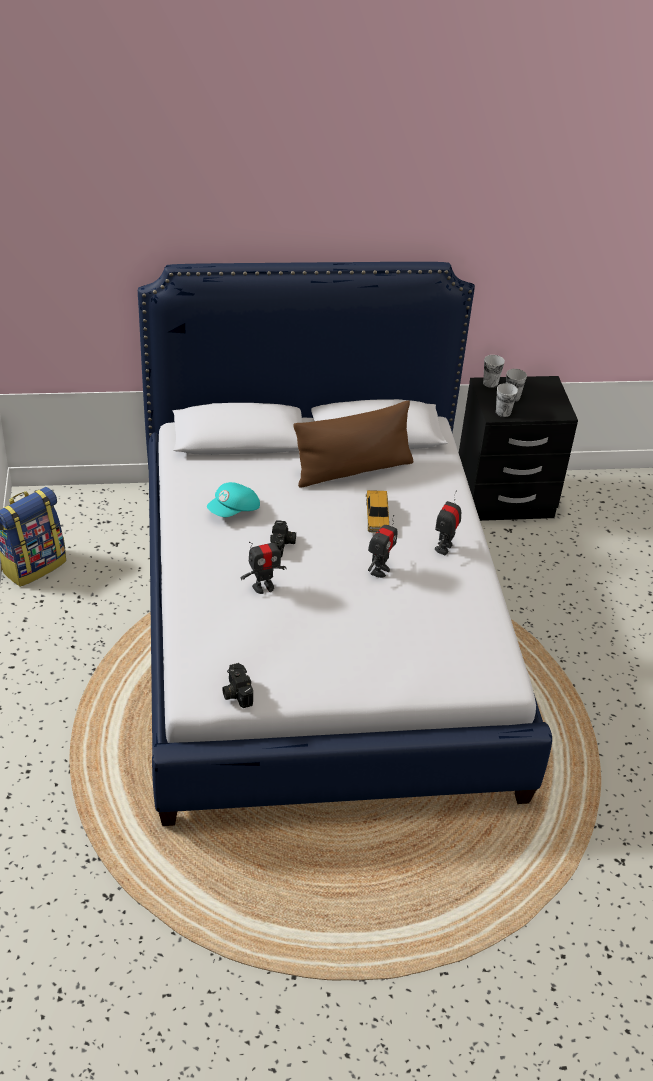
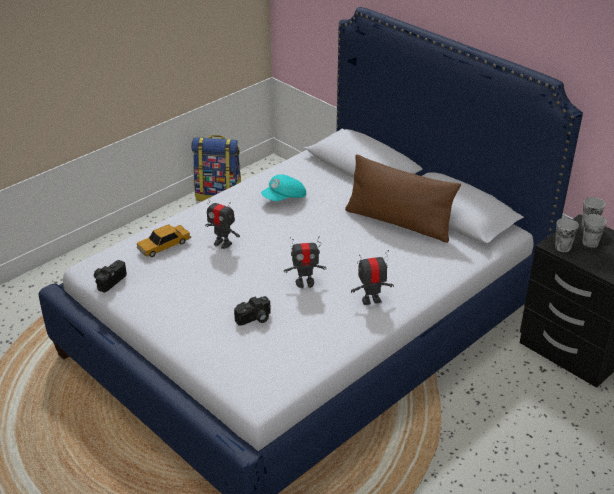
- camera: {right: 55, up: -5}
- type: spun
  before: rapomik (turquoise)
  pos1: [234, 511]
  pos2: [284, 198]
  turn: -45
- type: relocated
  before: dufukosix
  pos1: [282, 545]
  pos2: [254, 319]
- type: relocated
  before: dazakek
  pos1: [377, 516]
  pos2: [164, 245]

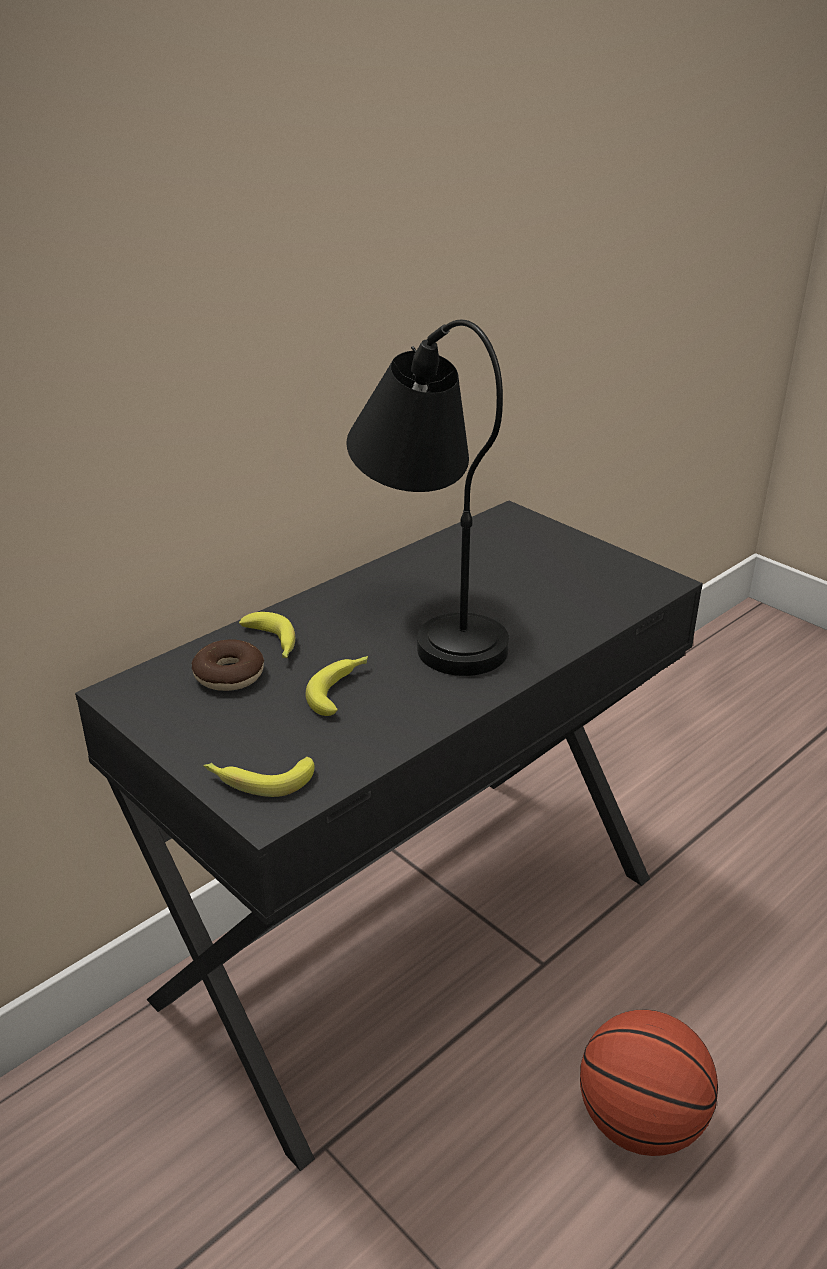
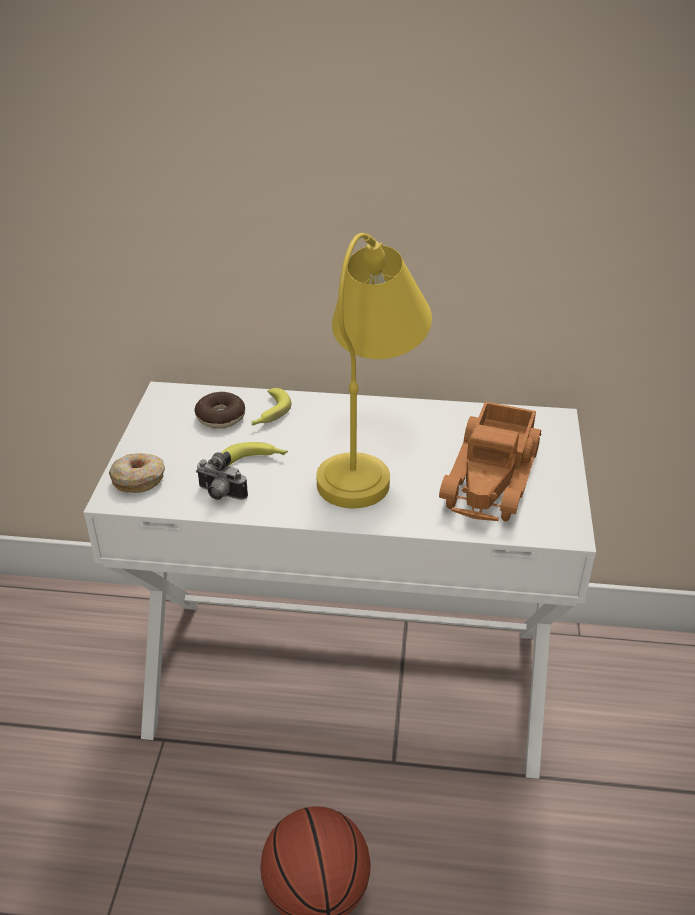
- camera: {right: 50, up: 5}
- type: colour
  before: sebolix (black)
  after: sebolix (white)
  pos1: [411, 933]
  pos2: [348, 678]
- type: exchanged
  before: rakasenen
  after: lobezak
  pos1: [258, 780]
  pos2: [138, 479]
- type: colour
  before: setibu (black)
  after: setibu (yellow)
  pos1: [430, 620]
  pos2: [370, 455]
- type: appeared
  after: dufukosix
  pos2: [220, 495]
- type: appeared
  after: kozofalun
  pos2: [494, 476]

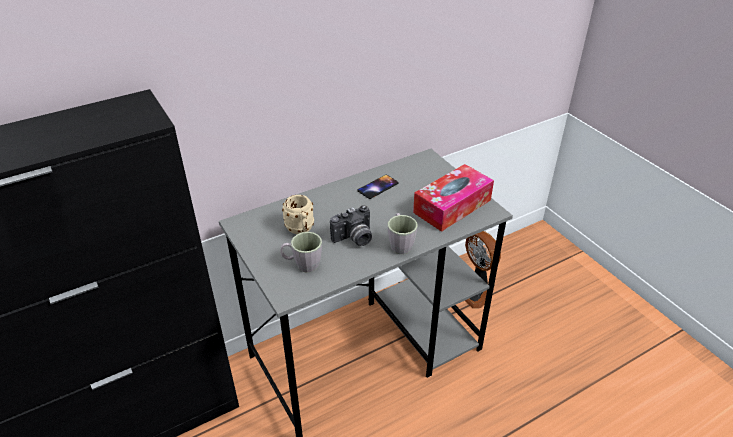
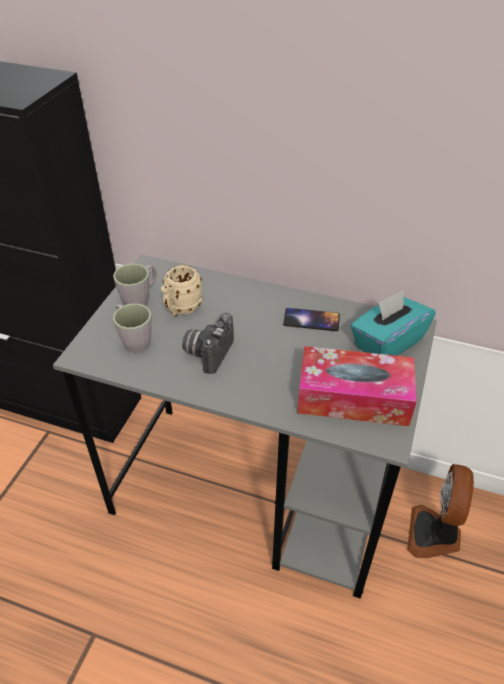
- camera: {right: 50, up: 5}
- type: spun
  before: dufukosix
  pos1: [354, 239]
  pos2: [208, 352]
  turn: 90
- type: relocated
  before: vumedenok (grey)
  pos1: [400, 243]
  pos2: [140, 298]
- type: appeared
  after: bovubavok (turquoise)
  pos2: [387, 343]

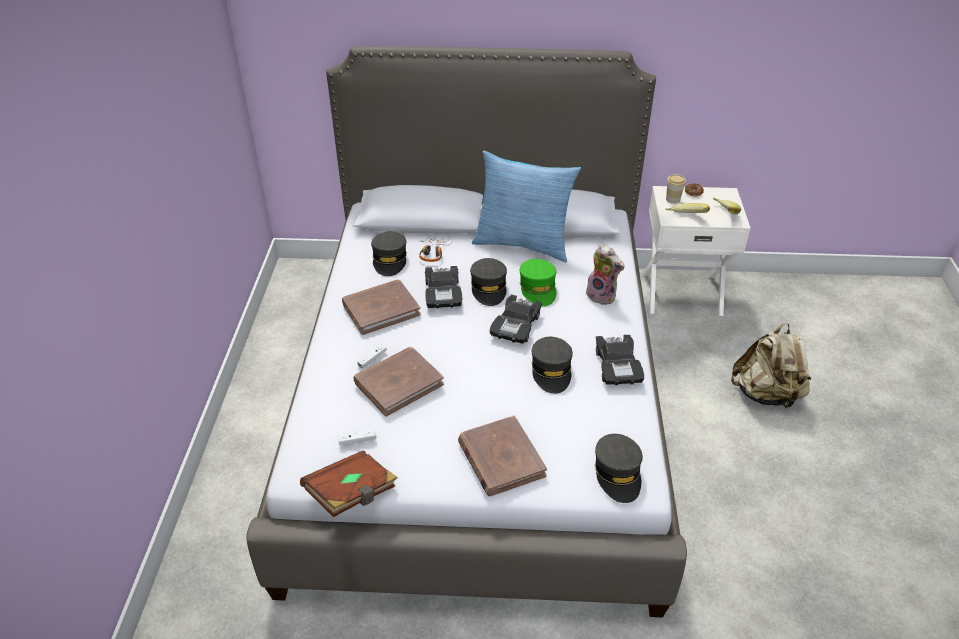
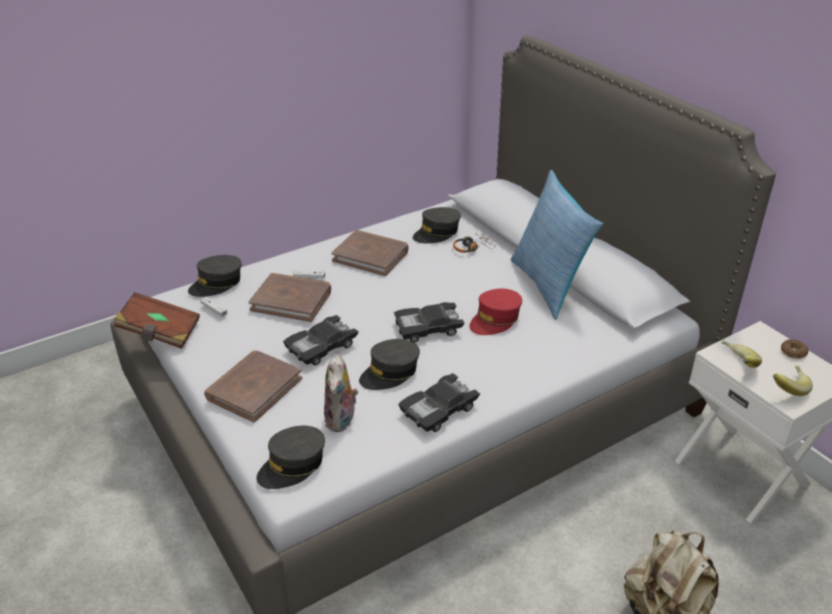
- camera: {right: 55, up: -5}
- type: relocated
  before: dazakek (black)
  pos1: [443, 293]
  pos2: [322, 347]
- type: relocated
  before: rapomik (grey)
  pos1: [489, 288]
  pos2: [217, 283]
- type: colour
  before: rapomik (green)
  after: rapomik (red)
  pos1: [538, 288]
  pos2: [495, 320]
- type: relocated
  before: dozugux
  pos1: [602, 296]
  pos2: [342, 420]
- type: missing
  before: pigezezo
  pos1: [673, 199]

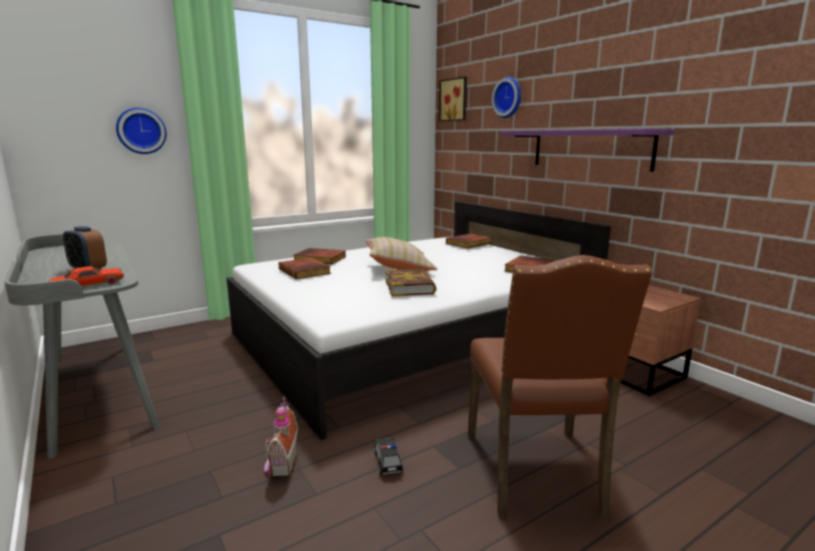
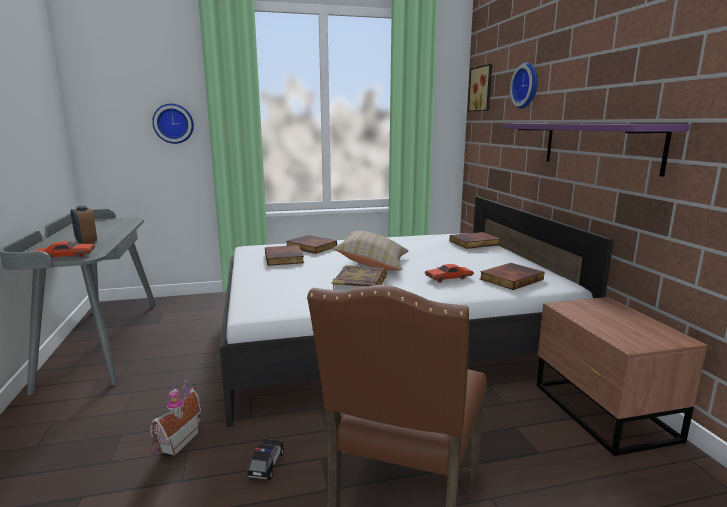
- camera: {right: 20, up: 0}
- type: appeared
  after: dazakek (red)
  pos2: [449, 278]

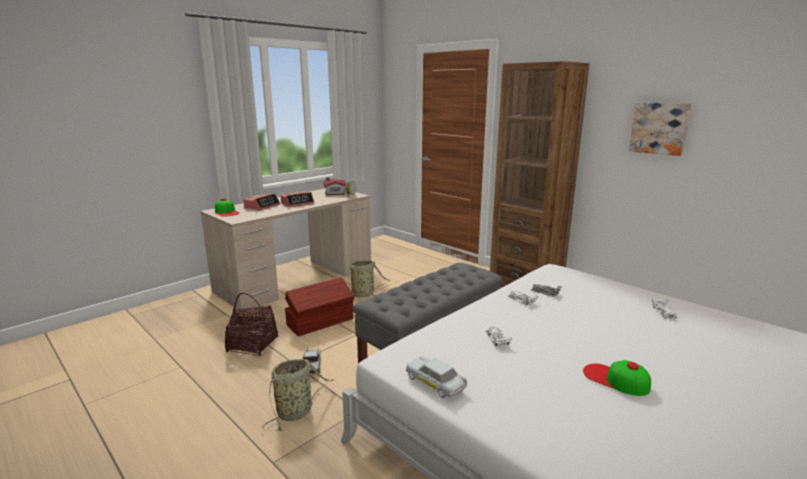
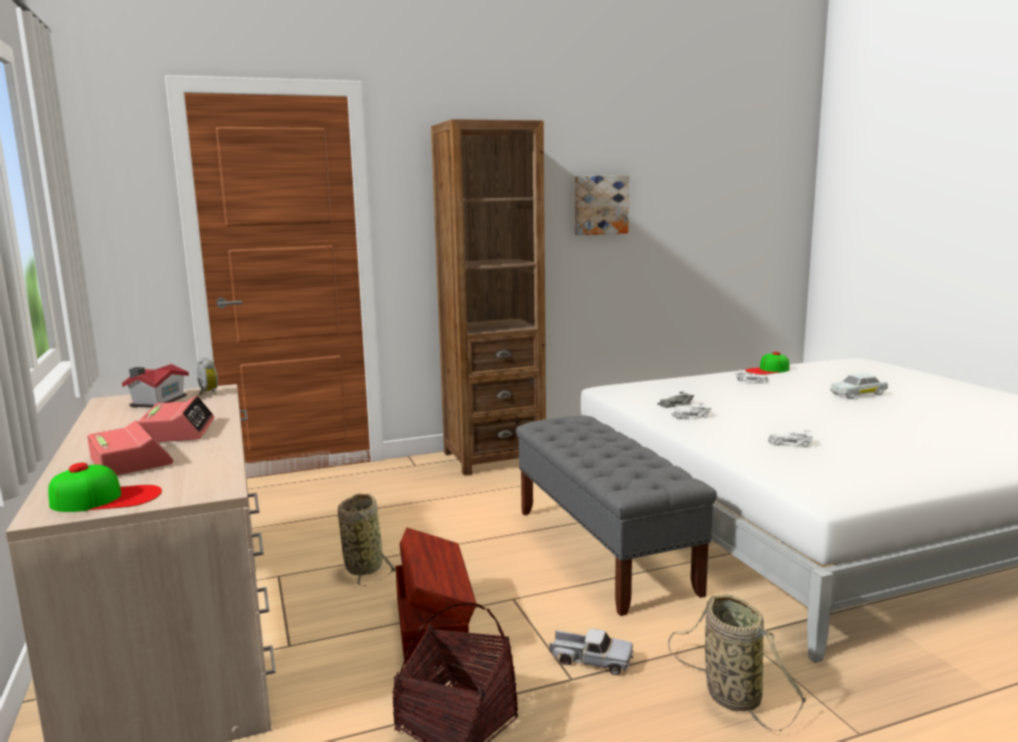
- camera: {right: -65, up: -5}
- type: relocated
  before: dazakek (white)
  pos1: [435, 383]
  pos2: [858, 394]
- type: relocated
  before: rapomik
  pos1: [615, 379]
  pos2: [767, 370]

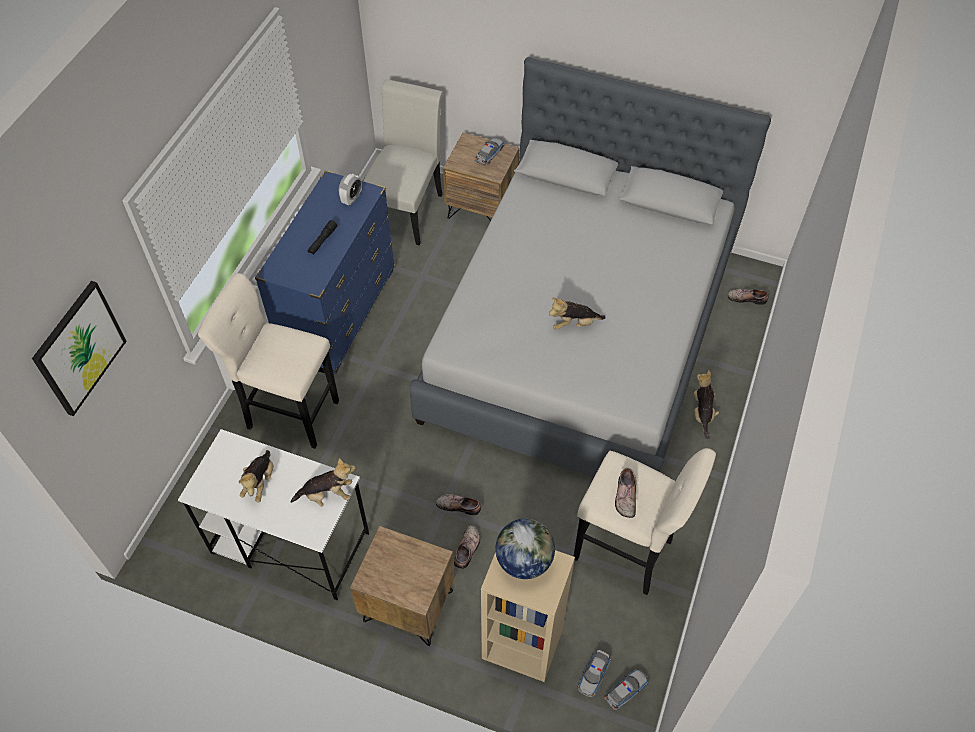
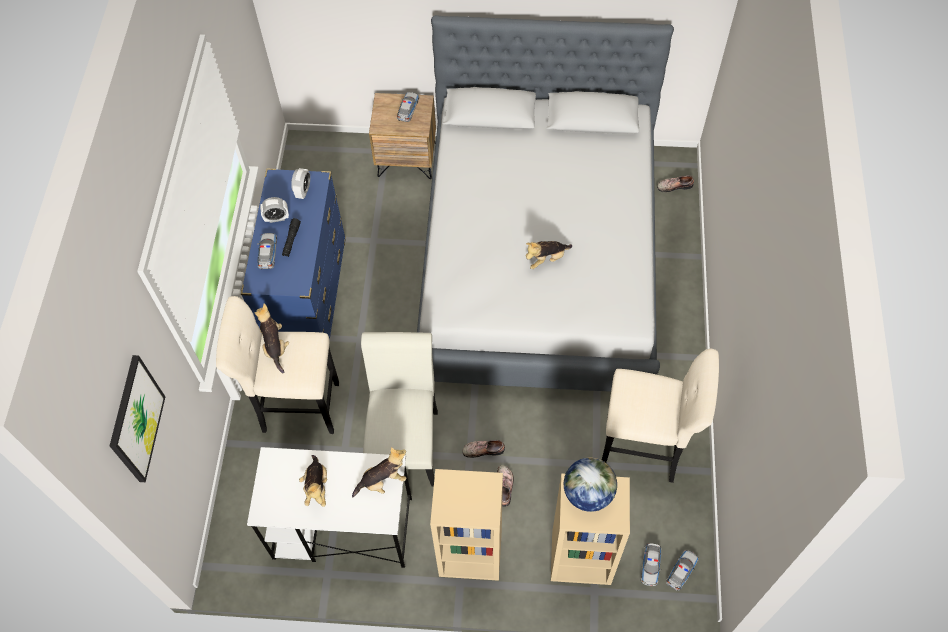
- camera: {right: -15, up: 5}
- type: exchanged
  before: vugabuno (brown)
  after: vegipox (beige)
  pos1: [407, 606]
  pos2: [469, 554]
- type: relocated
  before: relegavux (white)
  pos1: [407, 208]
  pos2: [405, 440]
- type: missing
  before: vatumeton
  pos1: [624, 496]
- type: relocated
  before: dozugux
  pos1: [702, 413]
  pos2: [275, 346]
- type: appeared
  after: dazakek
  pos2: [268, 253]
- type: appeared
  after: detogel
  pos2: [276, 218]

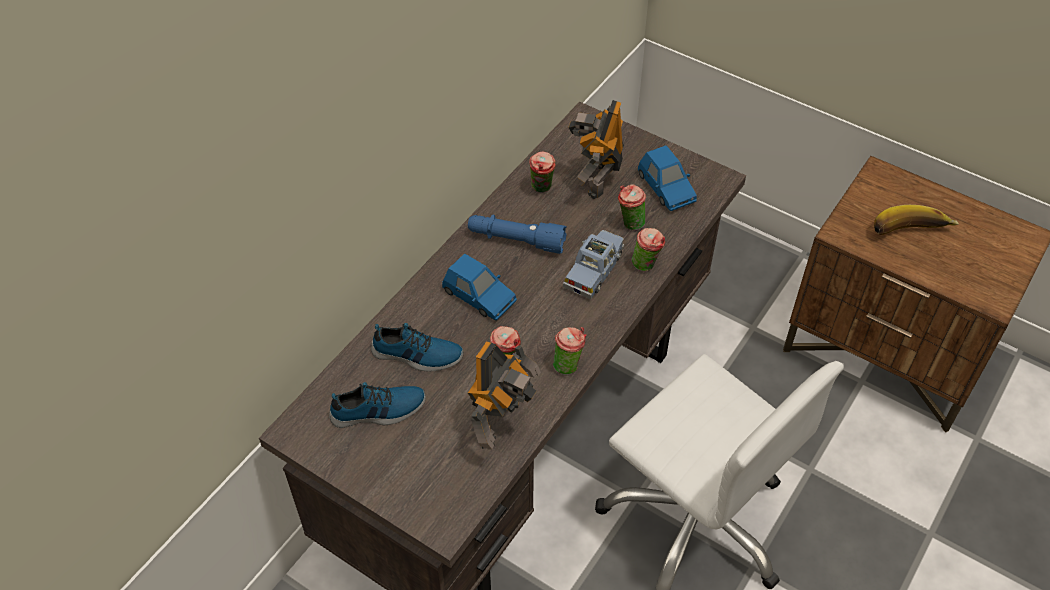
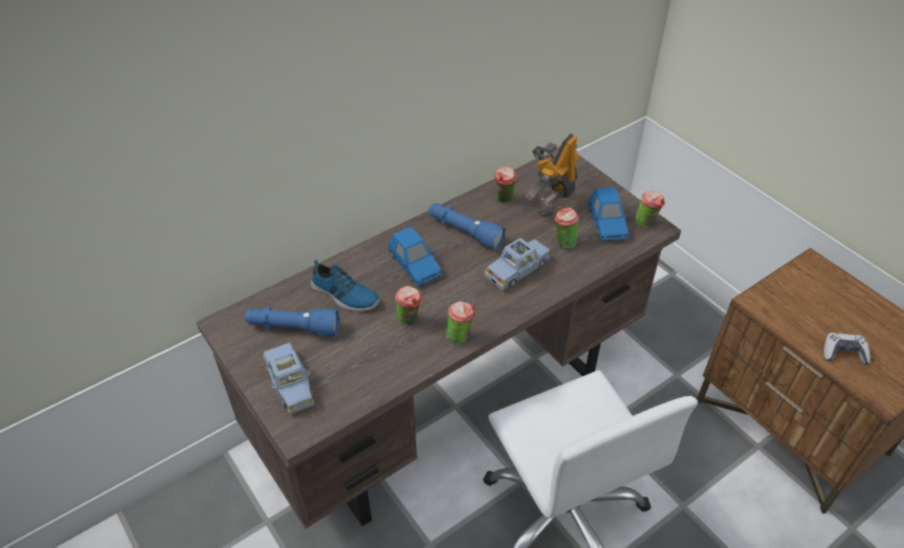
- camera: {right: 20, up: -5}
- type: exchanged
  before: vatumeton
  after: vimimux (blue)
  pos1: [378, 411]
  pos2: [293, 328]
- type: missing
  before: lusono
  pos1: [502, 424]
- type: relocated
  before: pigezezo
  pos1: [647, 265]
  pos2: [646, 223]
- type: missing
  before: rakasenen
  pos1: [910, 234]
- type: appeared
  after: dazakek (blue)
  pos2: [290, 383]
- type: appeared
  after: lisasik
  pos2: [843, 353]

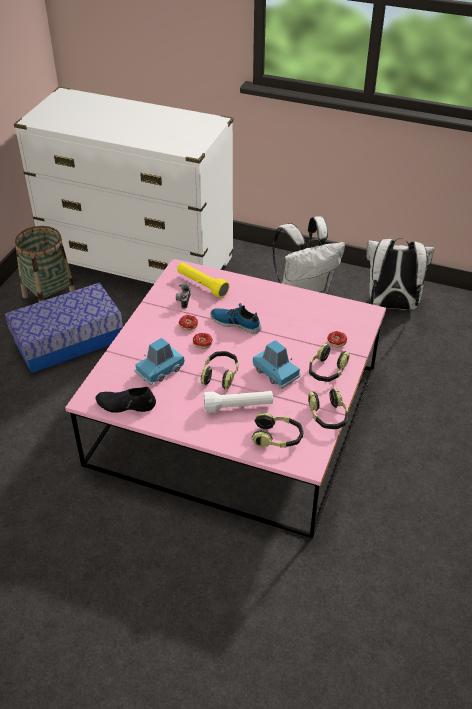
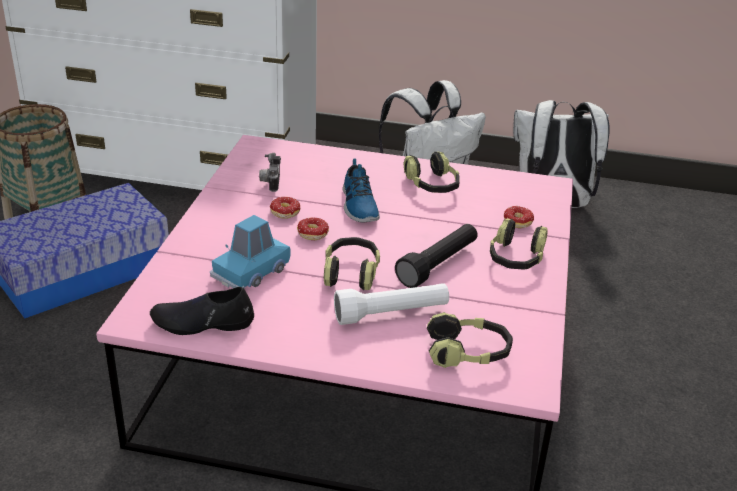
- camera: {right: -10, up: -10}
- type: missing
  before: vimimux (yellow)
  pos1: [202, 285]
- type: spun
  before: vatumeton
  pos1: [236, 322]
  pos2: [358, 206]
  turn: -120
- type: exchanged
  before: dazakek (blue)
  after: vimimux (black)
  pos1: [276, 372]
  pos2: [438, 265]
- type: relocated
  before: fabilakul
  pos1: [328, 416]
  pos2: [432, 185]

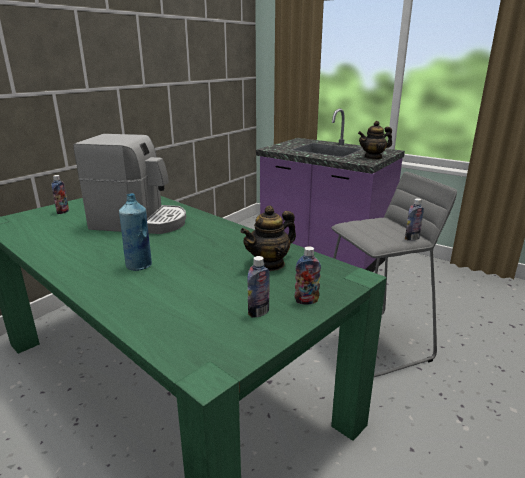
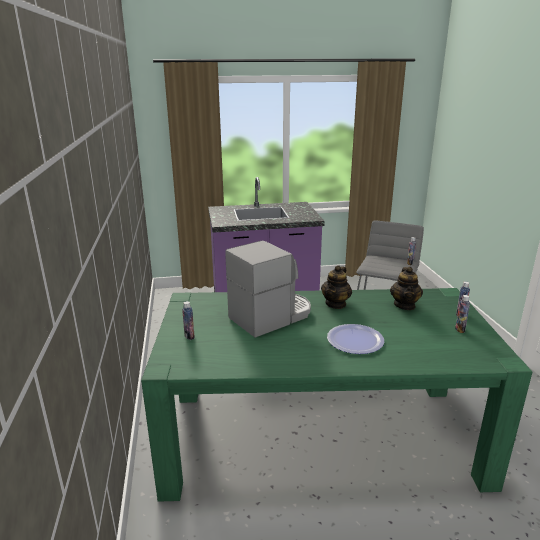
- camera: {right: -45, up: 0}
- type: exchanged
  before: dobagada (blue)
  after: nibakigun
  pos1: [139, 266]
  pos2: [355, 340]
- type: relocated
  before: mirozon
  pos1: [373, 157]
  pos2: [336, 304]

